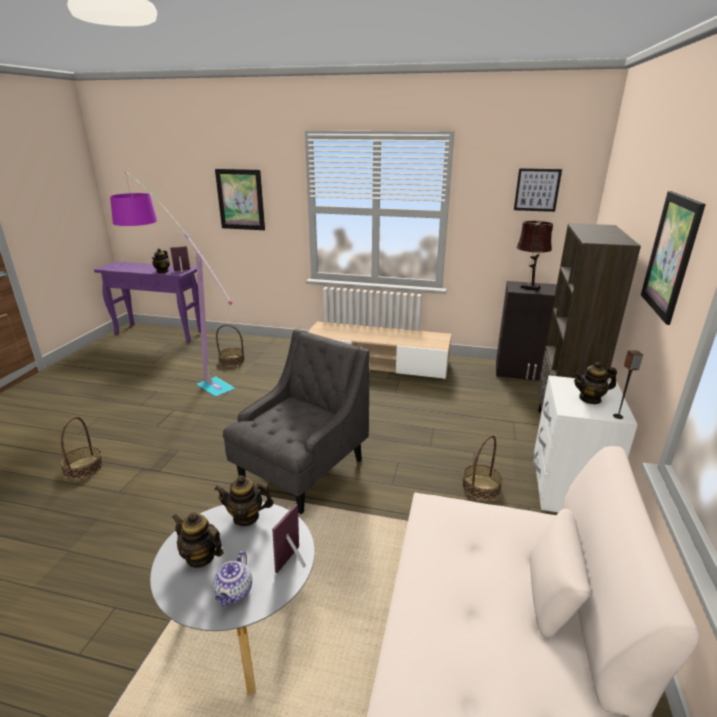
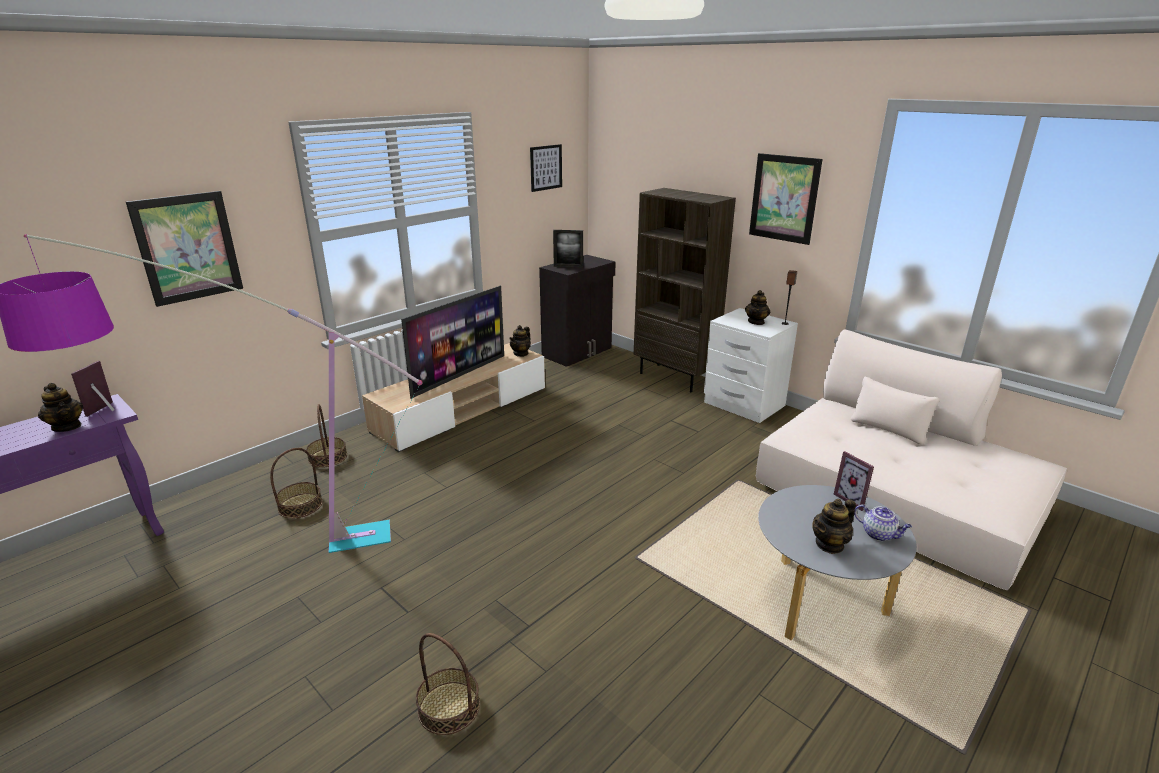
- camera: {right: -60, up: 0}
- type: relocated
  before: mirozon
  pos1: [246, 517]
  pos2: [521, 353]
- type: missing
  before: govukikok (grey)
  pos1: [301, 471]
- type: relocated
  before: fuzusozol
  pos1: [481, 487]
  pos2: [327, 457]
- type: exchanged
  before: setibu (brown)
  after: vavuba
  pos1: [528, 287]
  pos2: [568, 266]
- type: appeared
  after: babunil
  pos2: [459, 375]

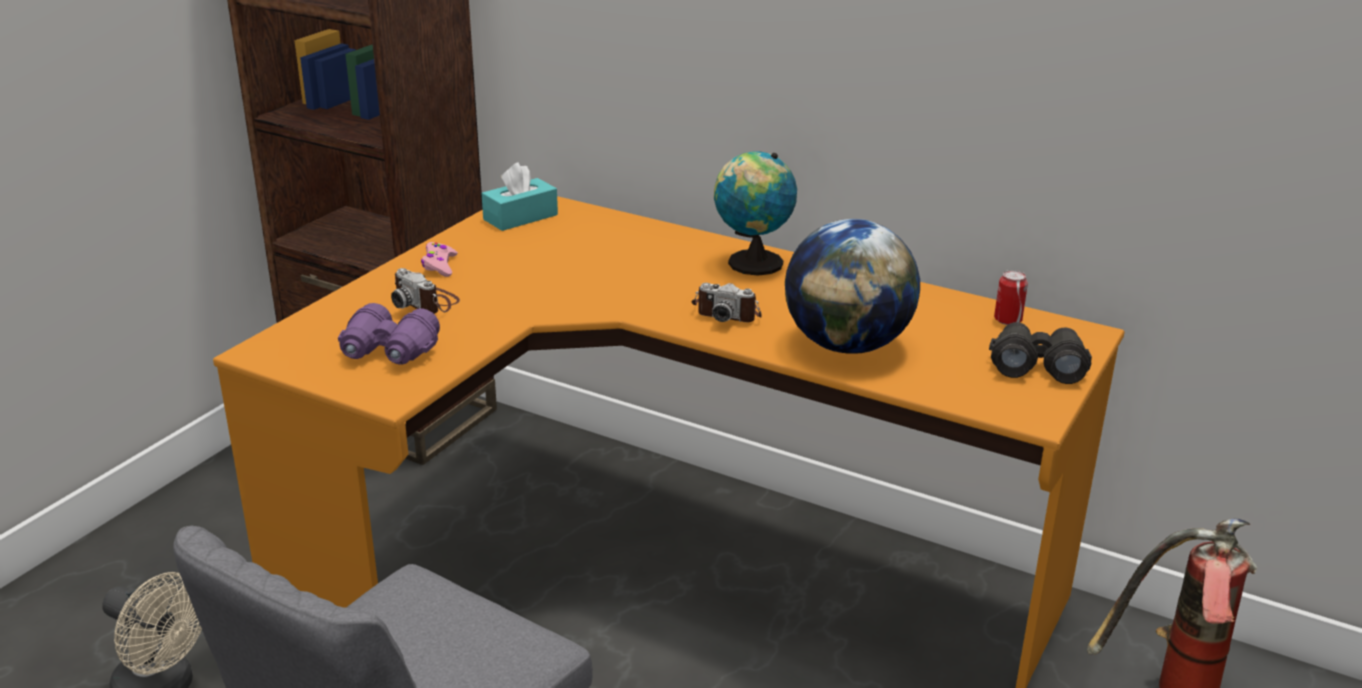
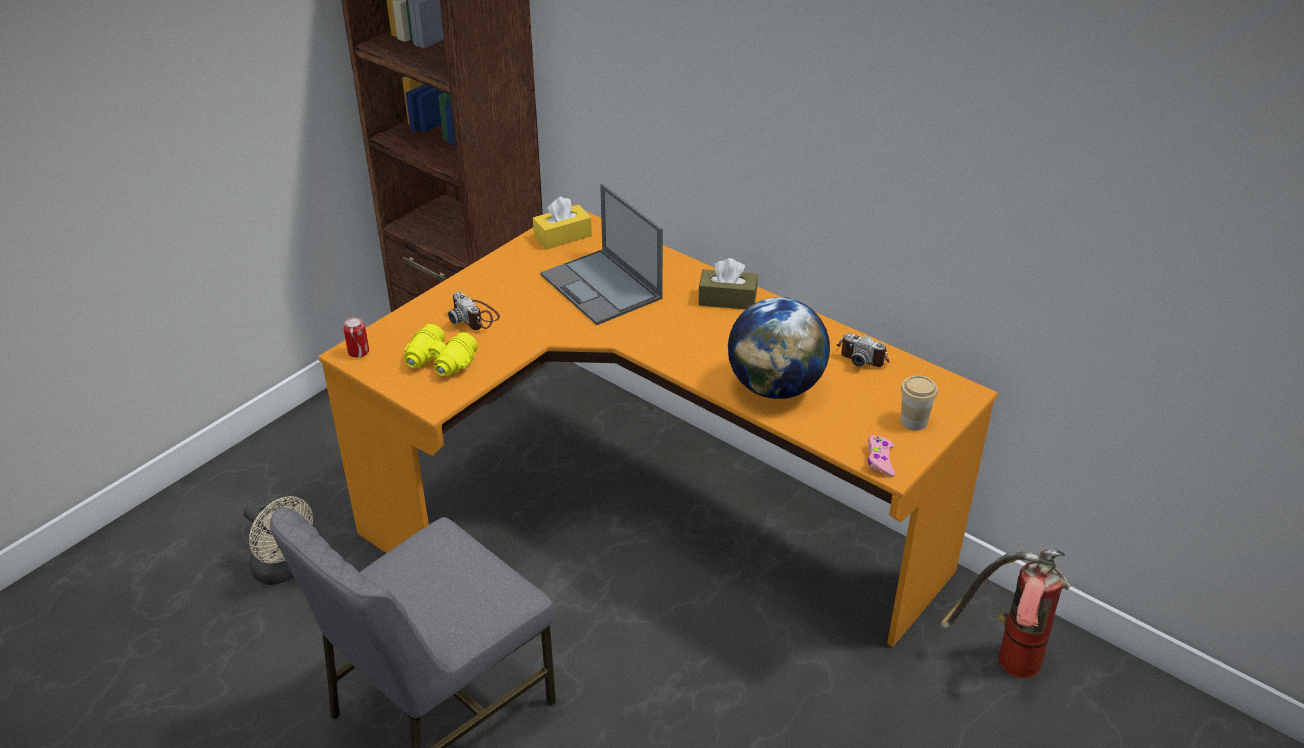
- camera: {right: 10, up: 10}
- type: colour
  before: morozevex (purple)
  after: morozevex (yellow)
  pos1: [389, 353]
  pos2: [440, 363]
- type: relocated
  before: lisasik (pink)
  pos1: [439, 266]
  pos2: [880, 460]
- type: colour
  before: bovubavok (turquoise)
  after: bovubavok (yellow)
  pos1: [520, 217]
  pos2: [562, 236]
- type: relocated
  before: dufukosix
  pos1: [727, 313]
  pos2: [863, 355]
- type: exchanged
  before: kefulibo
  after: bovubavok (brown)
  pos1: [751, 263]
  pos2: [727, 299]
- type: exchanged
  before: morozevex (black)
  after: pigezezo
  pos1: [1037, 366]
  pos2: [913, 421]
- type: relocated
  before: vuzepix
  pos1: [1007, 320]
  pos2: [358, 352]
- type: appeared
  after: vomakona
  pos2: [602, 287]

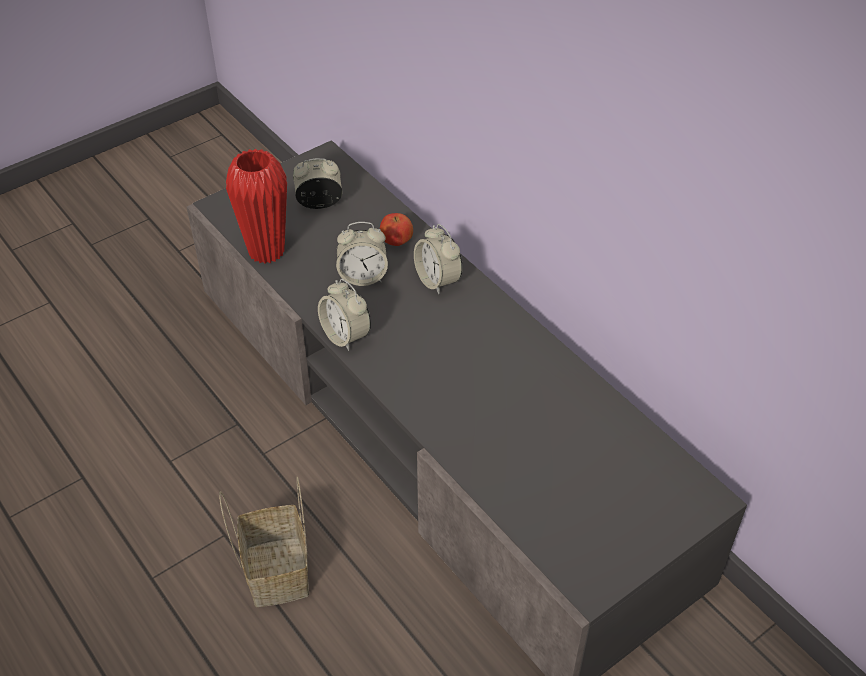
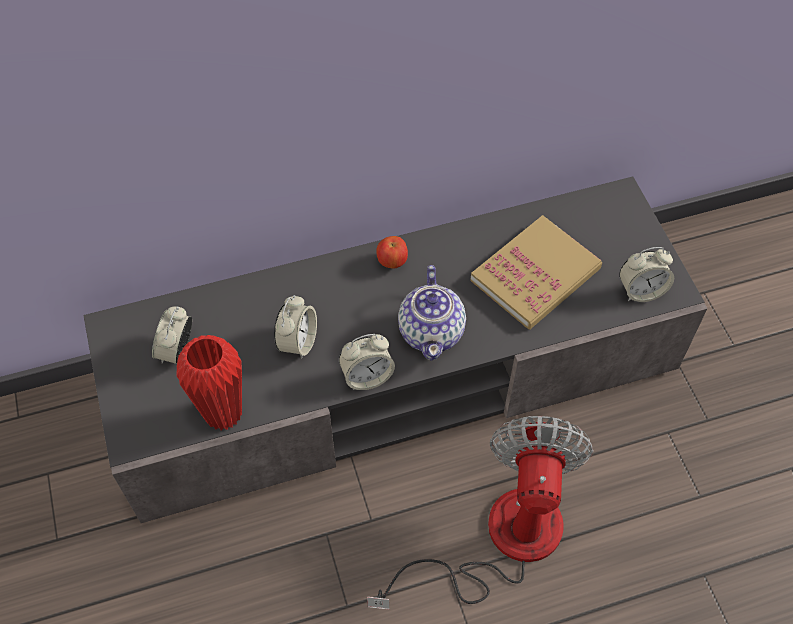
- camera: {right: -70, up: 10}
- type: exchanged
  before: fuzusozol
  after: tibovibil
  pos1: [275, 569]
  pos2: [500, 540]
- type: relocated
  before: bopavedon
  pos1: [396, 242]
  pos2: [392, 261]
- type: relocated
  before: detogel
  pos1: [437, 280]
  pos2: [641, 290]
- type: appeared
  after: mirozon
  pos2: [432, 331]
- type: appeared
  after: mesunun
  pos2: [535, 275]

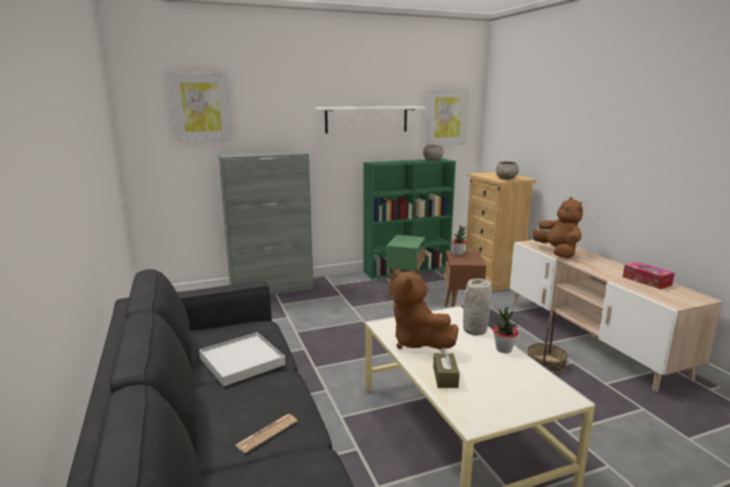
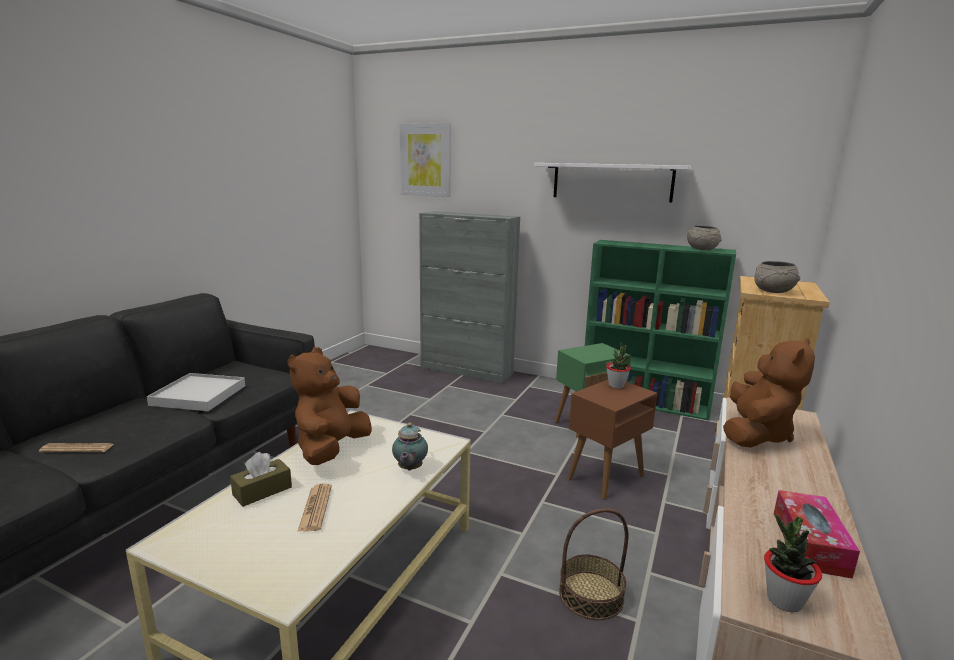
- camera: {right: 45, up: 0}
- type: missing
  before: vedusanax
  pos1: [446, 117]
- type: exchanged
  before: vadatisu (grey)
  after: mirozon
  pos1: [474, 330]
  pos2: [409, 469]
- type: relocated
  before: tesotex
  pos1: [503, 349]
  pos2: [784, 600]
- type: appeared
  after: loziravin
  pos2: [315, 508]

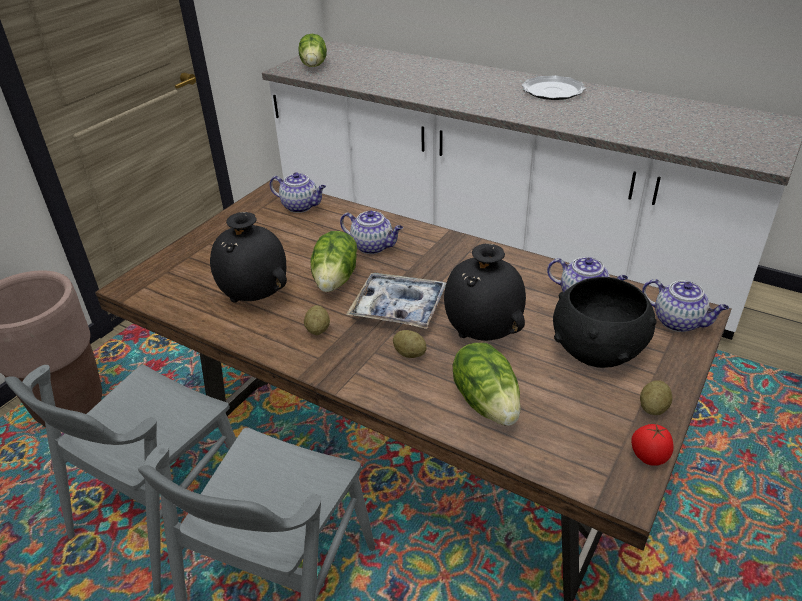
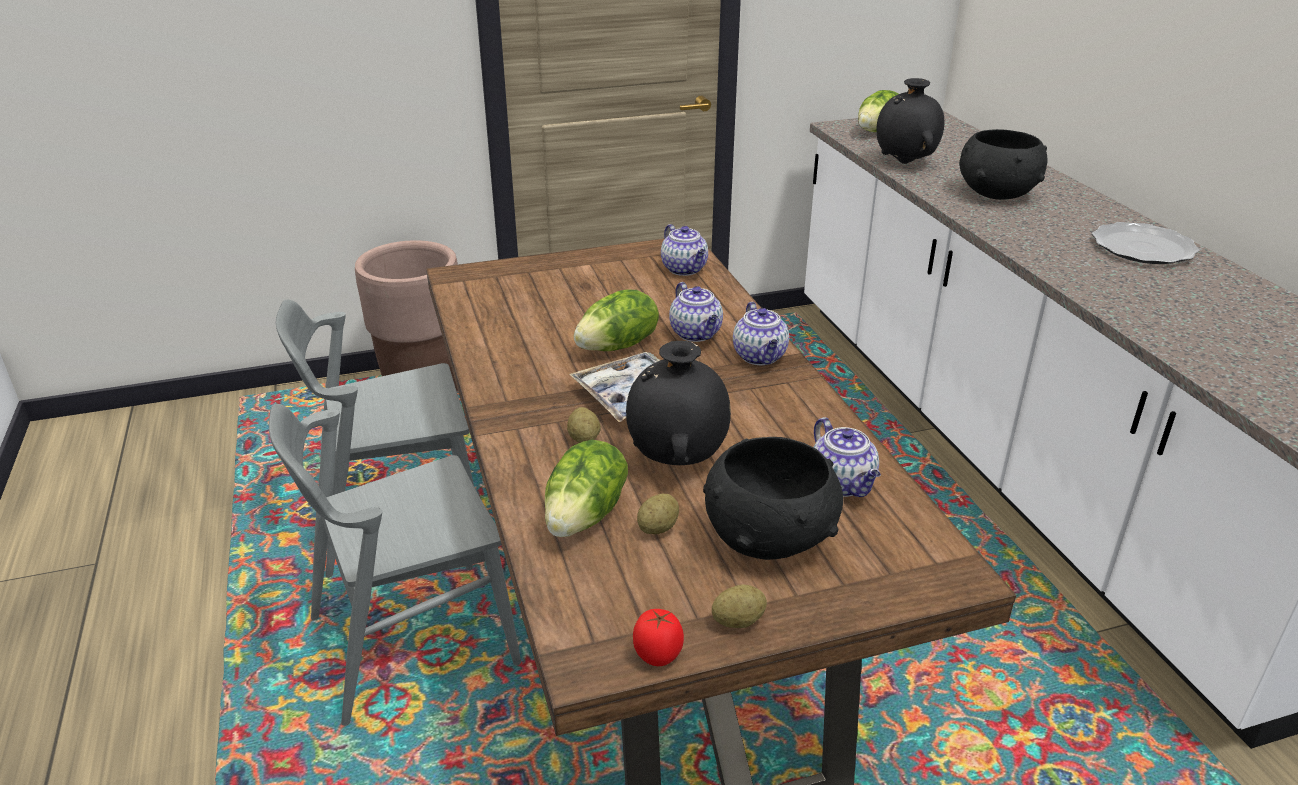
- camera: {right: 40, up: -5}
- type: relocated
  before: vadatisu (black)
  pos1: [256, 297]
  pos2: [905, 163]
- type: relocated
  before: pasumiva
  pos1: [318, 330]
  pos2: [658, 528]
- type: relocated
  before: mirozon
  pos1: [679, 322]
  pos2: [760, 357]
- type: appeared
  after: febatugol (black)
  pos2: [996, 193]

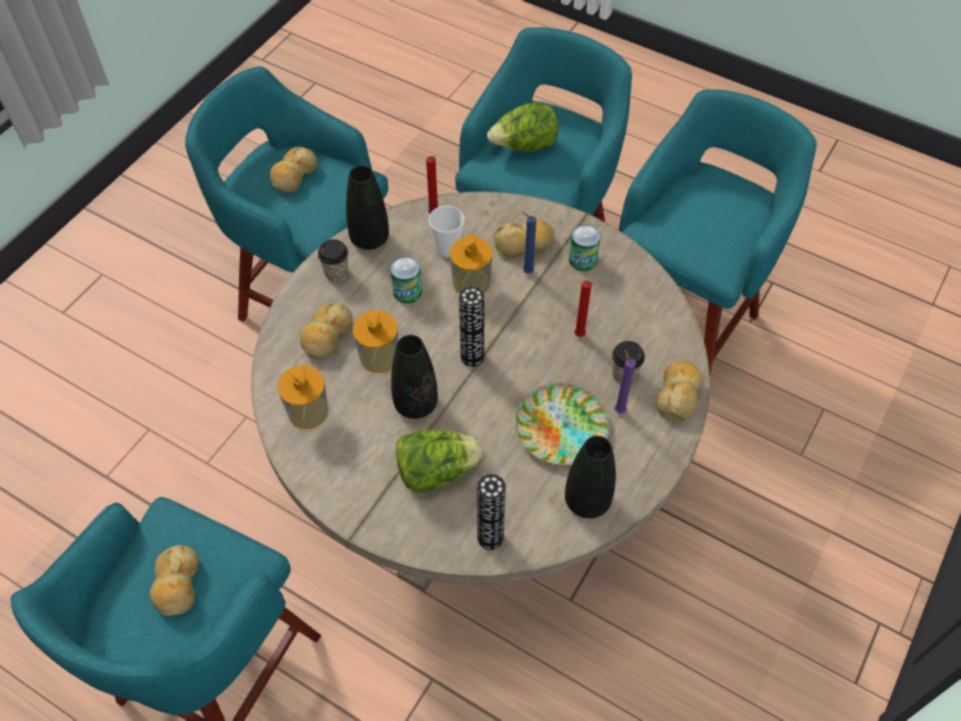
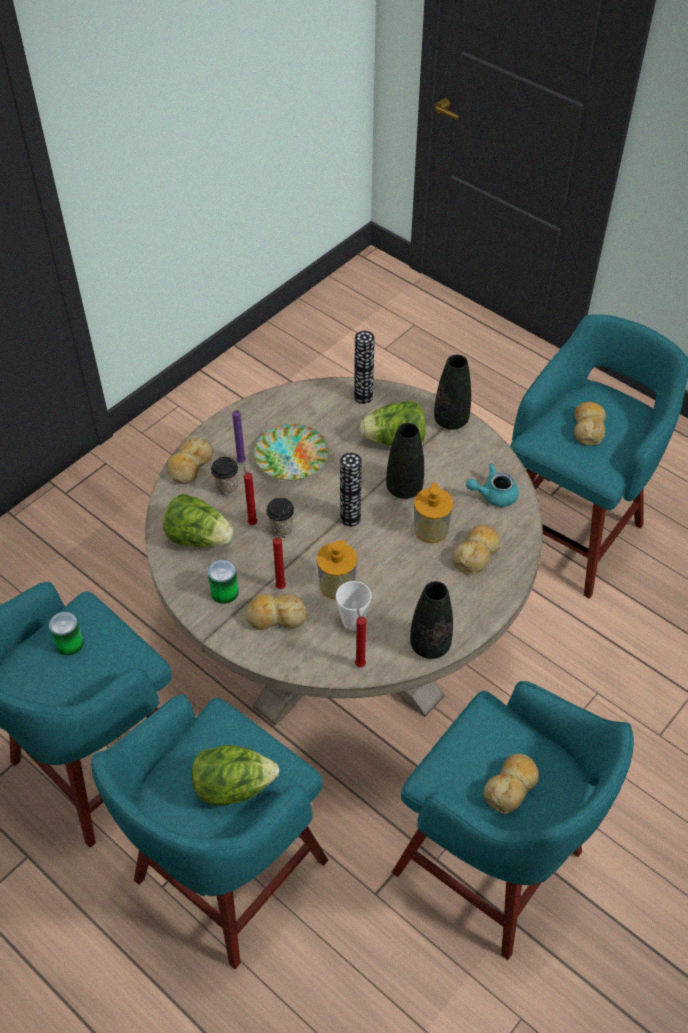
- camera: {right: -170, up: -5}
- type: exchanged
  before: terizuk
  after: mirozon (turquoise)
  pos1: [308, 411]
  pos2: [493, 495]
- type: relocated
  before: pigezezo
  pos1: [336, 273]
  pos2: [281, 528]
- type: relocated
  before: vuzepix
  pos1: [407, 291]
  pos2: [70, 643]
- type: colour
  before: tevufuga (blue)
  after: tevufuga (red)
  pos1: [526, 272]
  pos2: [282, 587]
- type: relocated
  before: vadatisu (black)
  pos1: [587, 501]
  pos2: [451, 421]
- type: appeared
  after: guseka
  pos2: [199, 538]

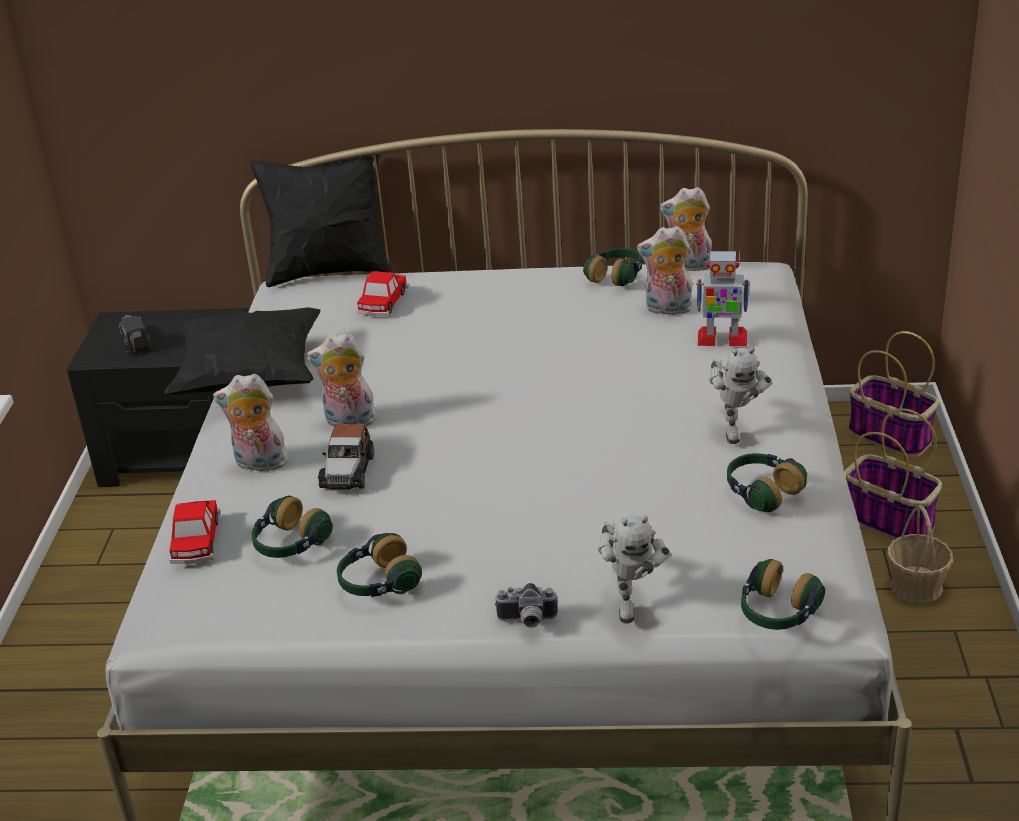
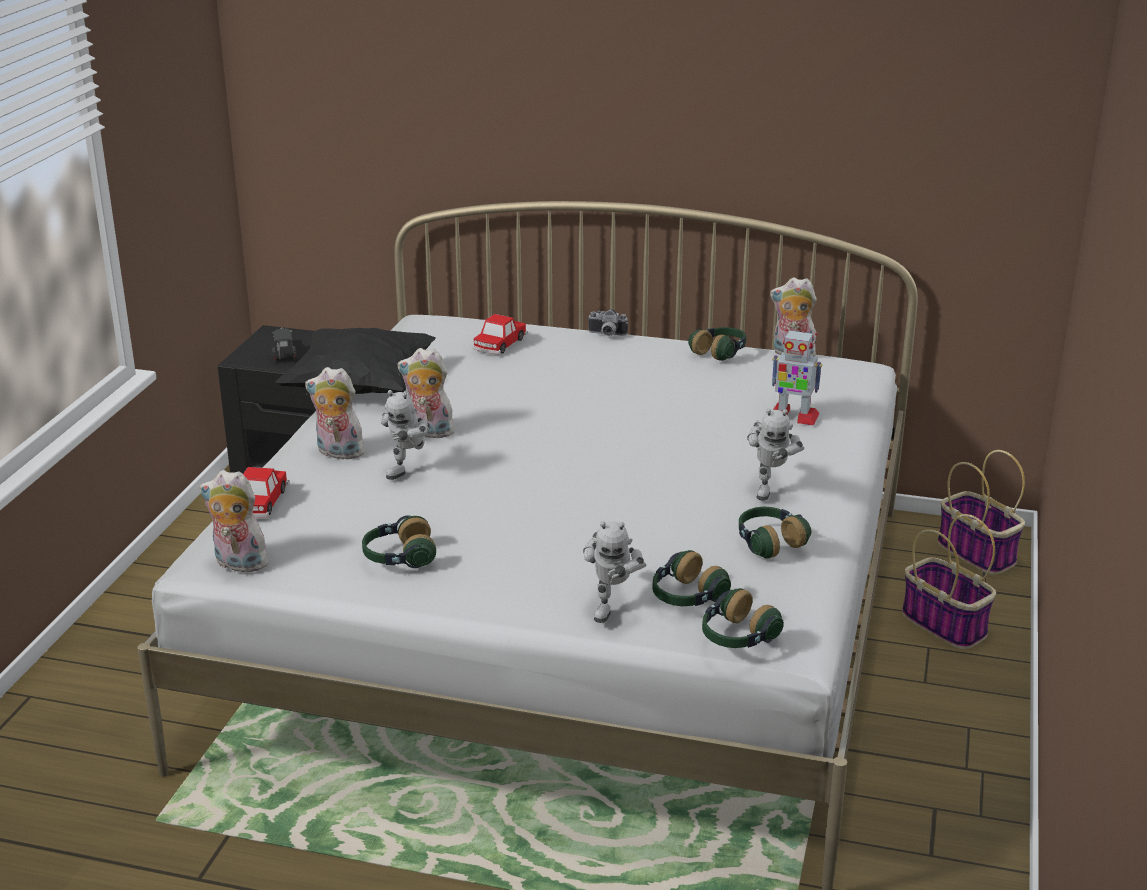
- camera: {right: 10, up: -5}
- type: missing
  before: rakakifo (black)
  pos1: [329, 271]
- type: relocated
  before: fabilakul
  pos1: [290, 544]
  pos2: [686, 597]
- type: exchanged
  before: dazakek
  after: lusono
  pos1: [348, 471]
  pos2: [410, 470]
- type: relocated
  before: dufukosix
  pos1: [527, 621]
  pos2: [606, 334]
- type: relocated
  before: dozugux
  pos1: [667, 310]
  pos2: [238, 564]
- type: missing
  before: fuzusozol
  pos1: [916, 585]

